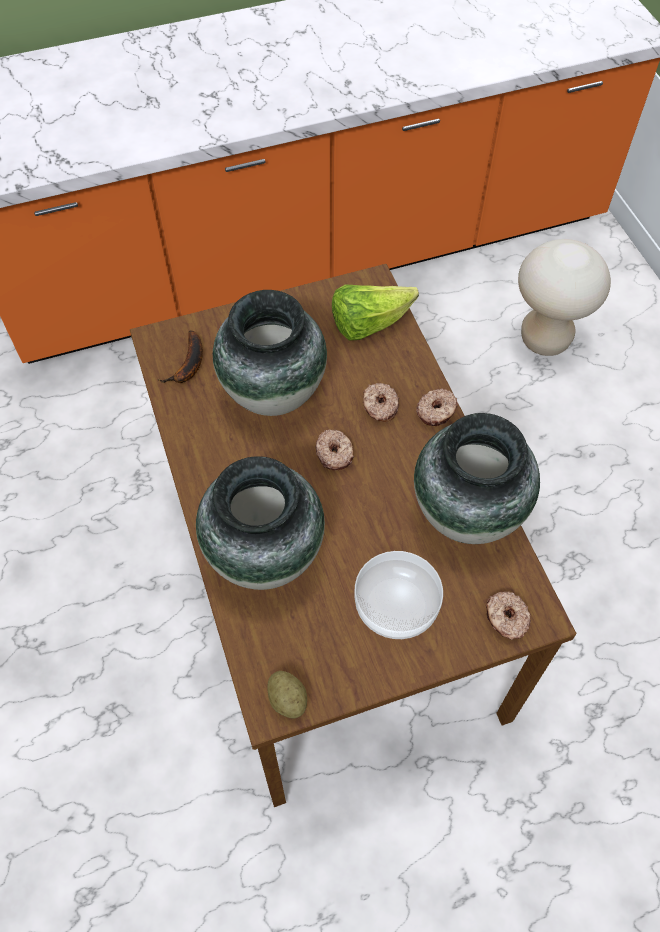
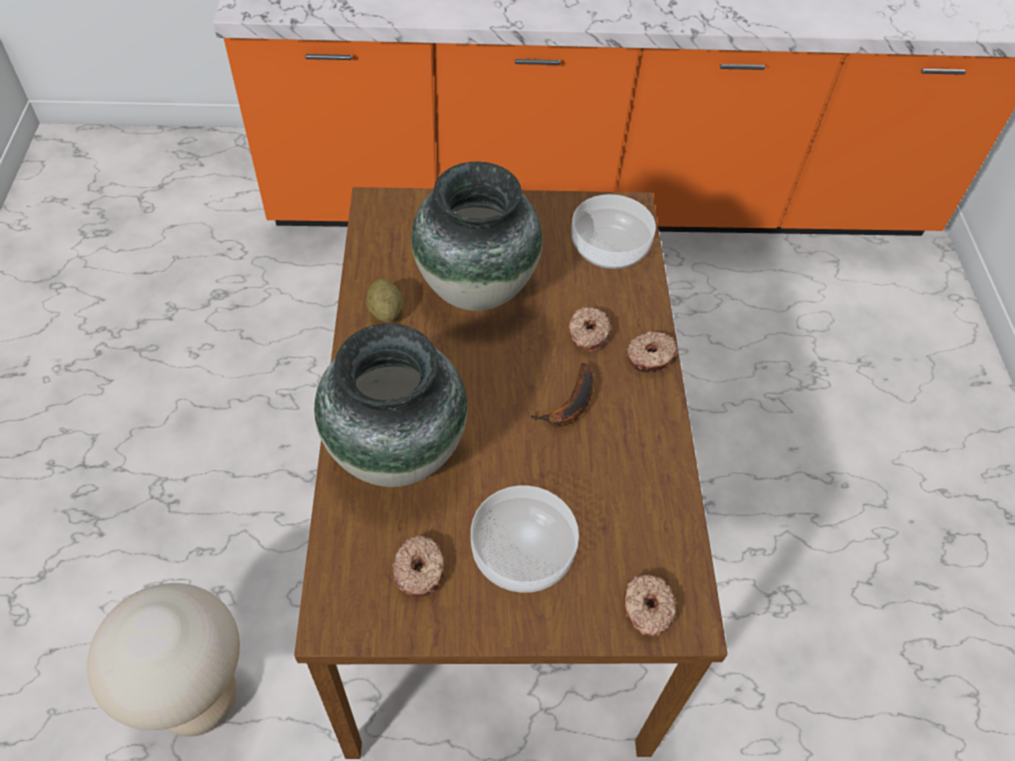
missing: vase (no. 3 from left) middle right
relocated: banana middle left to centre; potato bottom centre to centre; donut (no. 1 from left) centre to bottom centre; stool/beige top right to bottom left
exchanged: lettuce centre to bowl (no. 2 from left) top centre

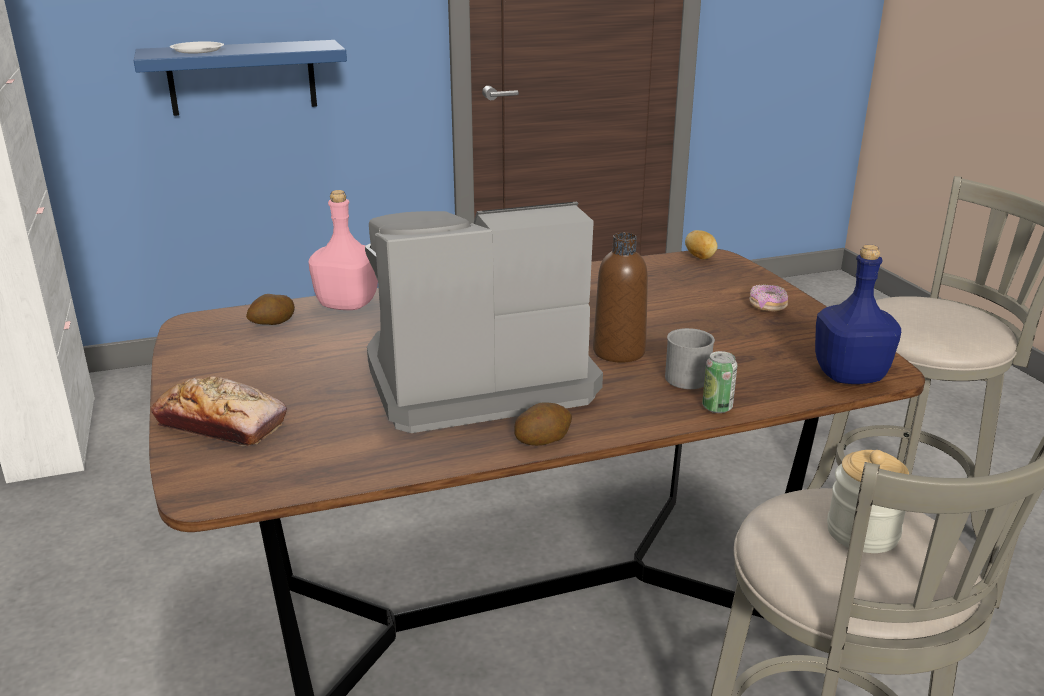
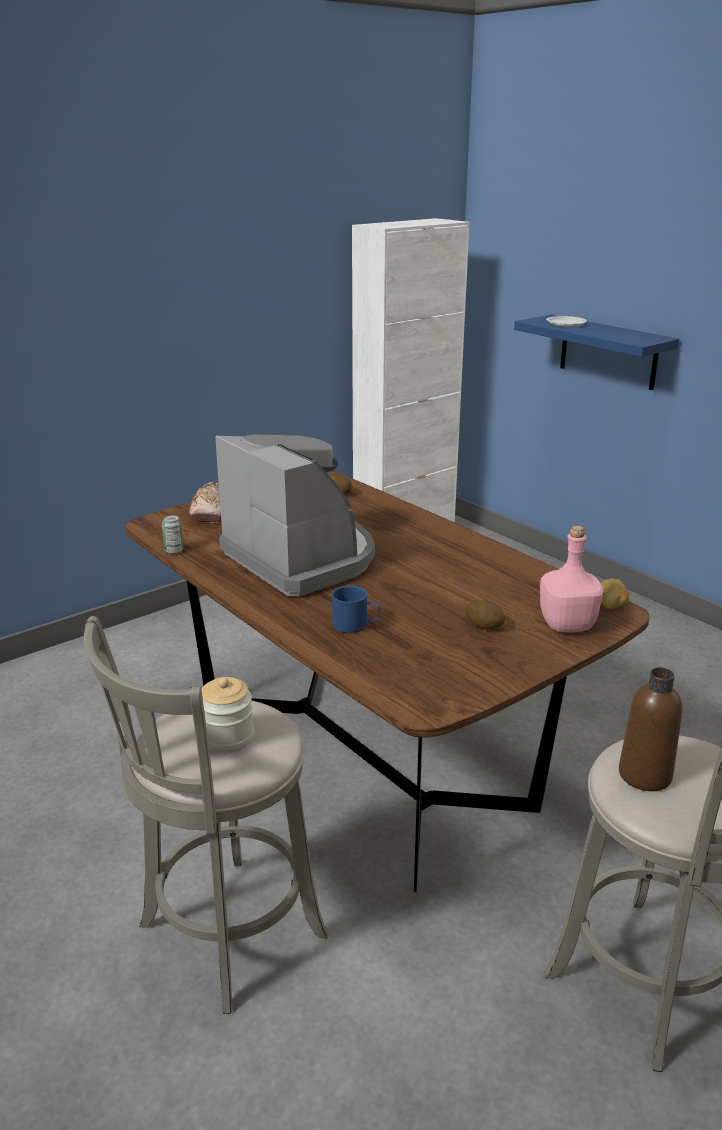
missing: donut middle right; bottle/blue middle right
relocated: bottle/pink middle left to middle right; potato (no. 2 from left) centre to middle right; bottle/brown centre to middle right; can middle right to middle left
colour: mug/grey centre to mug/blue centre

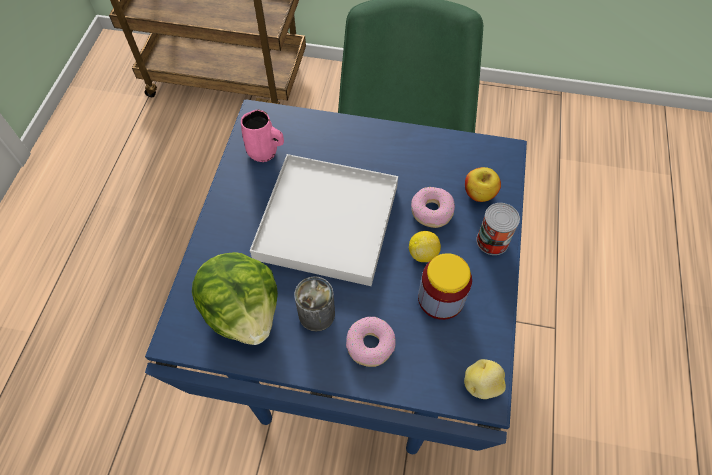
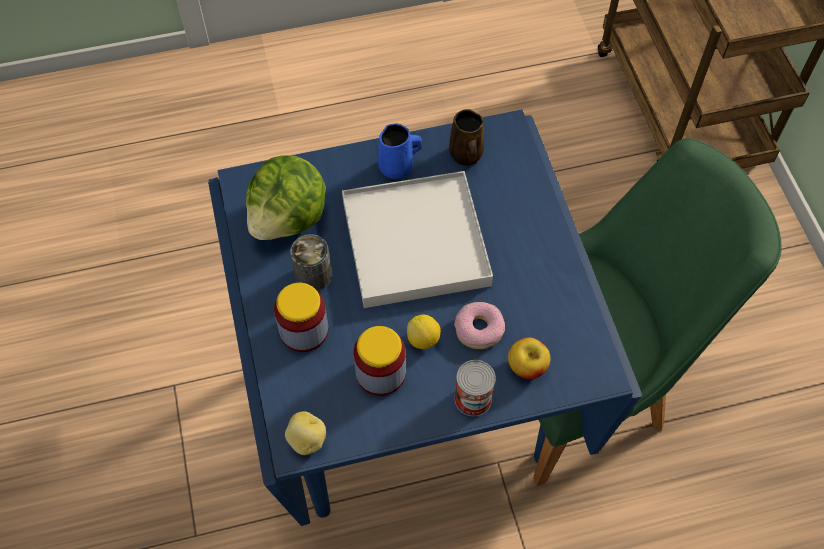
appeared: mug/blue top centre
exchanged: donut (no. 1 from left) bottom centre to jar (no. 1 from left) centre
colour: mug/pink top centre to mug/brown top centre

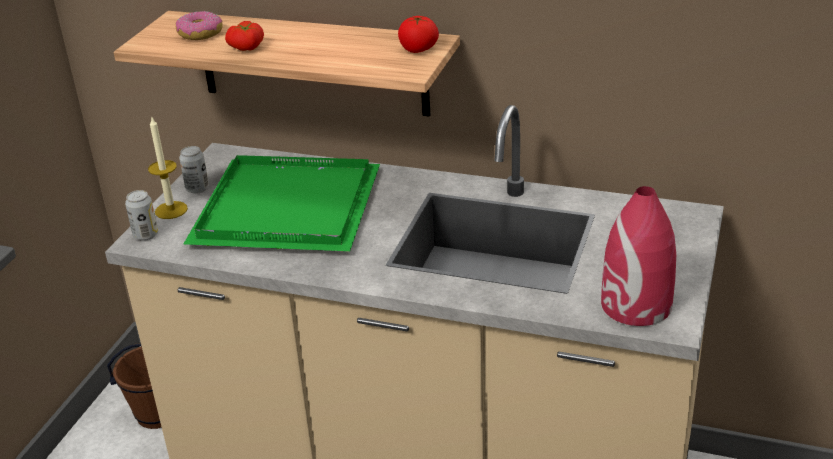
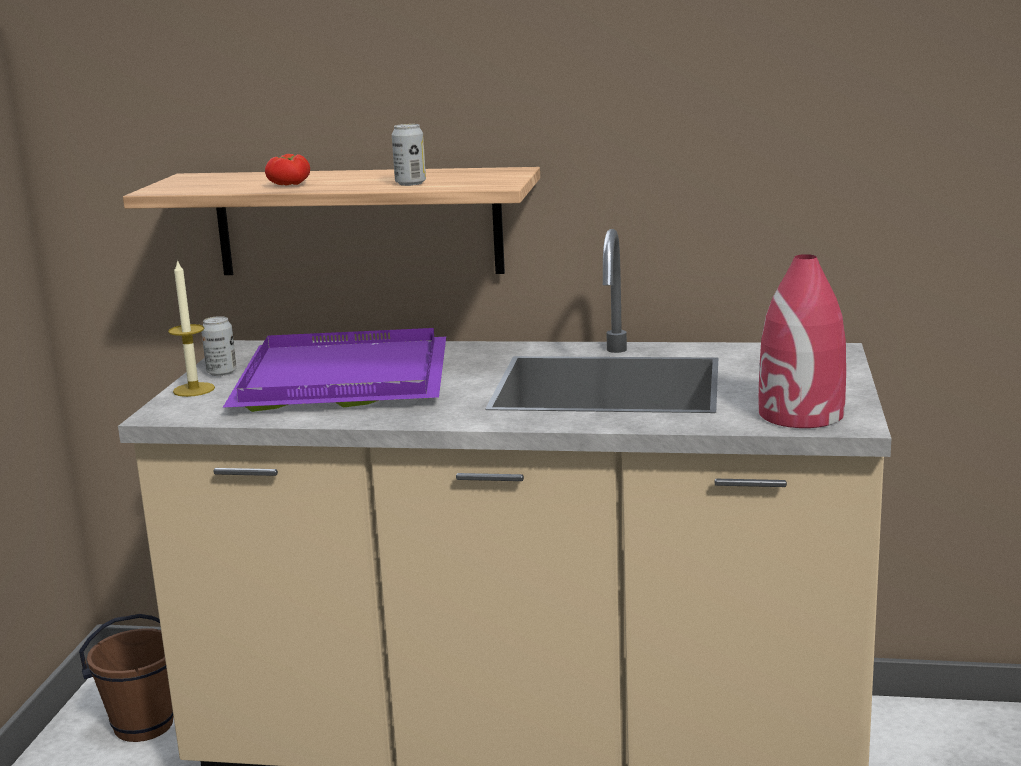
missing: donut top left; tomato (no. 2 from left) top centre
relocated: can (no. 1 from left in the first image) middle left to can (no. 2 from left) top centre
colour: tray/green centre to tray/purple middle left

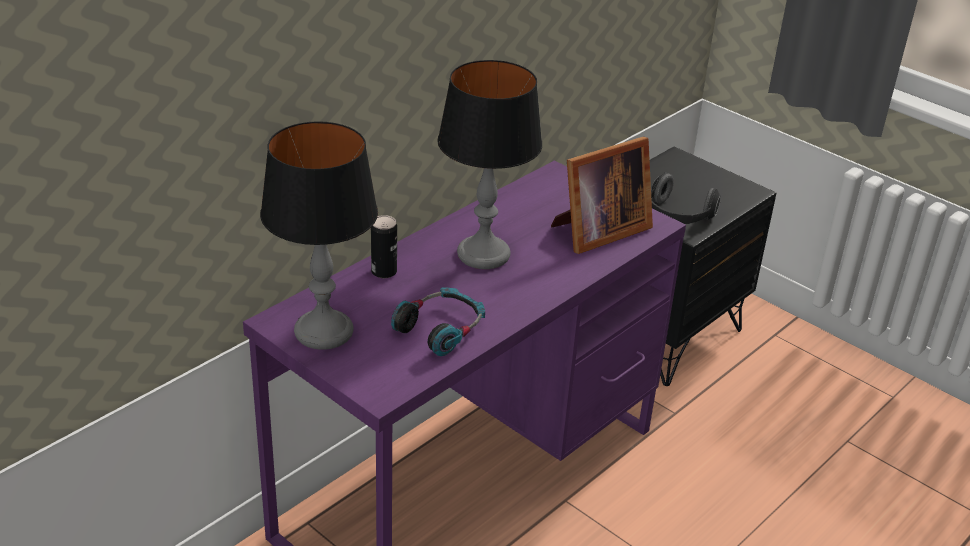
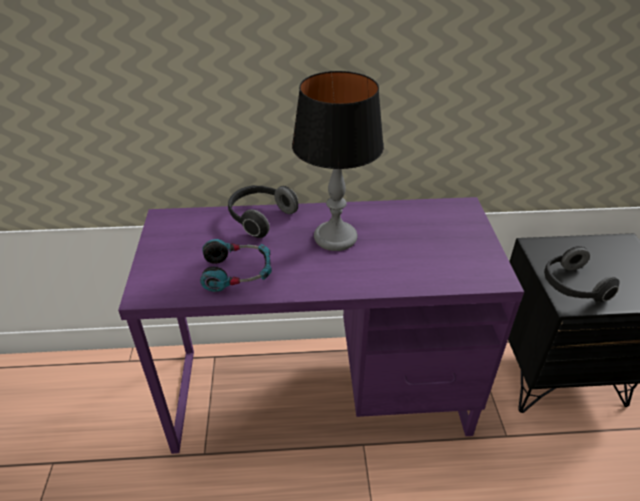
missing: table lamp (no. 1 from left) middle left; picture frame centre
exchanged: can centre to headphones (no. 2 from left) centre

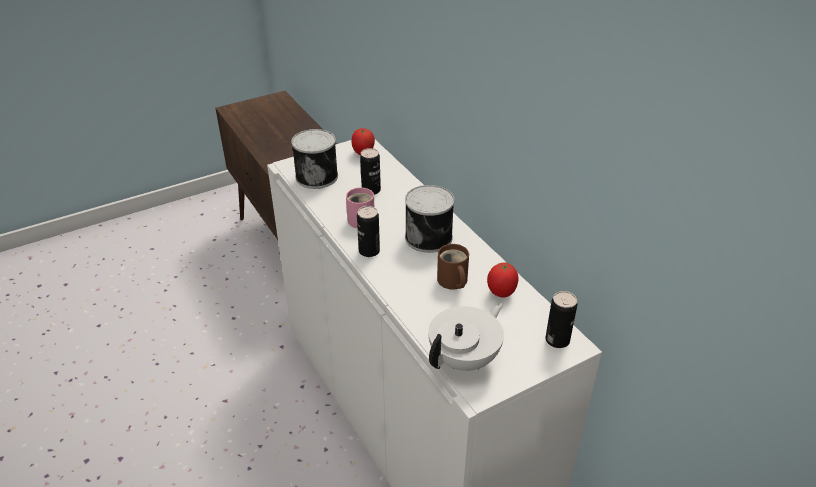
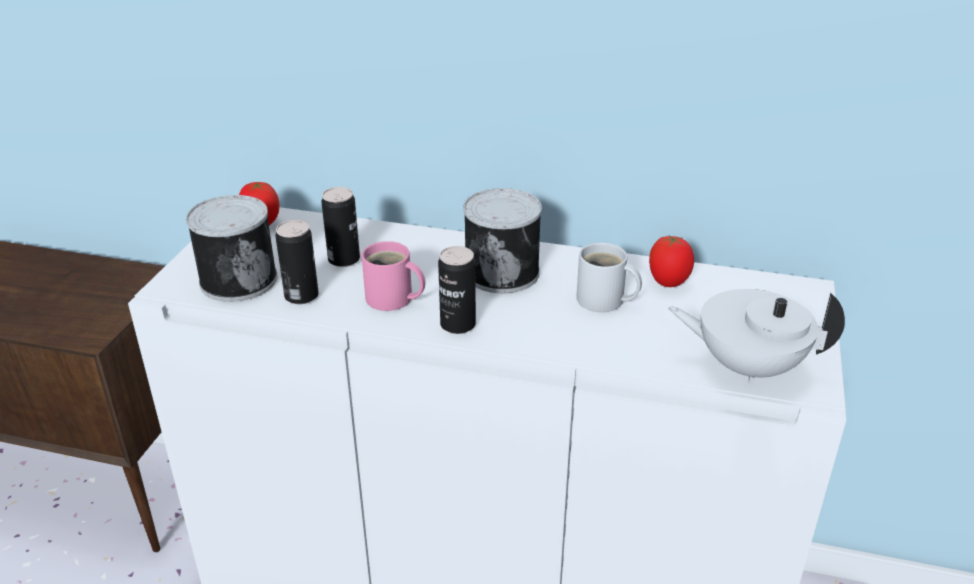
relocated: can (no. 5 from left in the first image) middle right to can (no. 2 from left) middle left
colour: mug/brown centre to mug/white centre
spun: teapot/white bottom centre = middle right 75 degrees counterclockwise

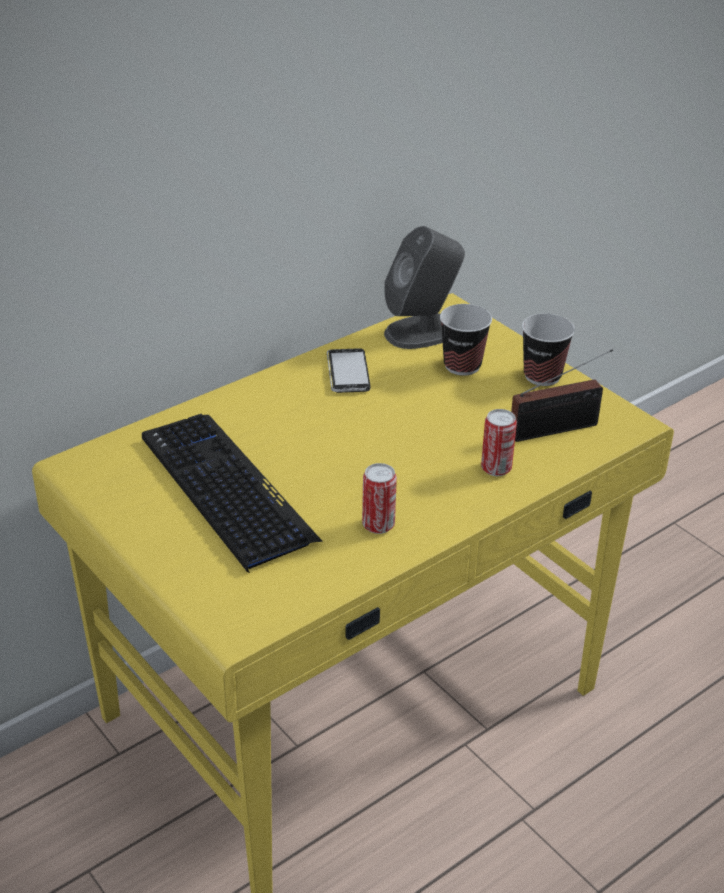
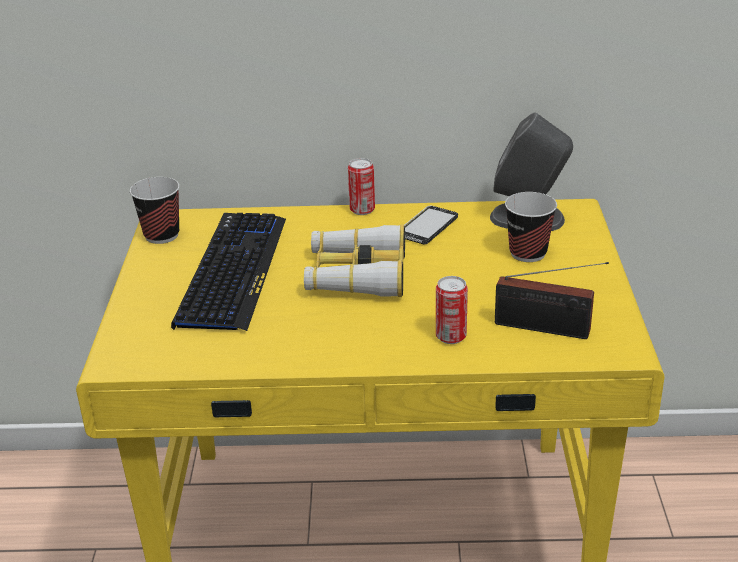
appeared: binoculars centre
relocated: can (no. 1 from left) centre to top centre; cup (no. 2 from left in the first image) middle right to cup (no. 1 from left) middle left

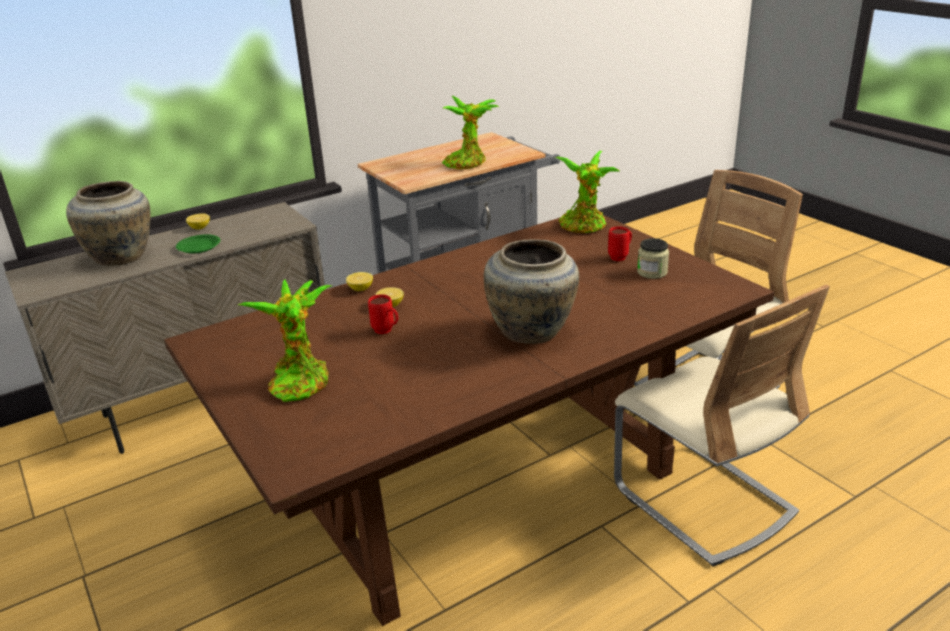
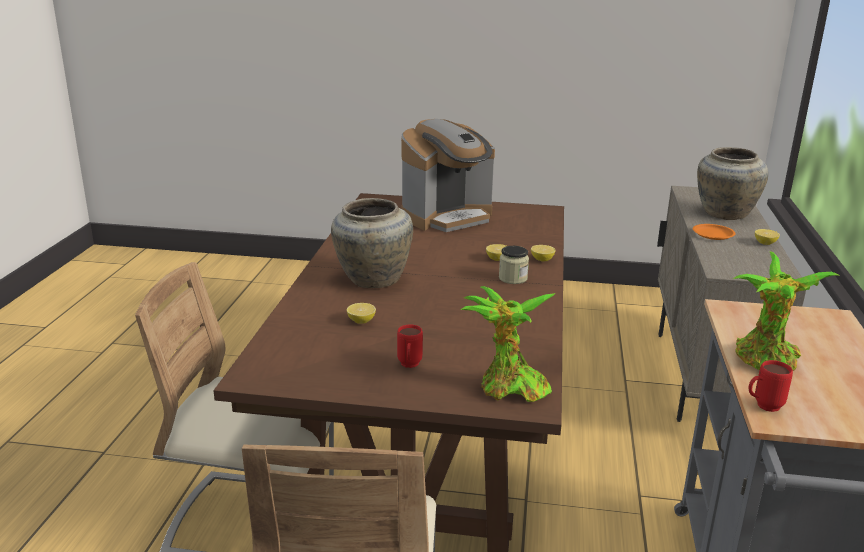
appeared: lemon (no. 1 from left) centre
relocated: mug/red (no. 1 from left in the first image) centre to mug/red (no. 2 from left) bottom right; jar middle right to centre
exchanged: potted plant (no. 1 from left) middle left to coffee machine top centre
colour: plate/green middle left to plate/orange middle right

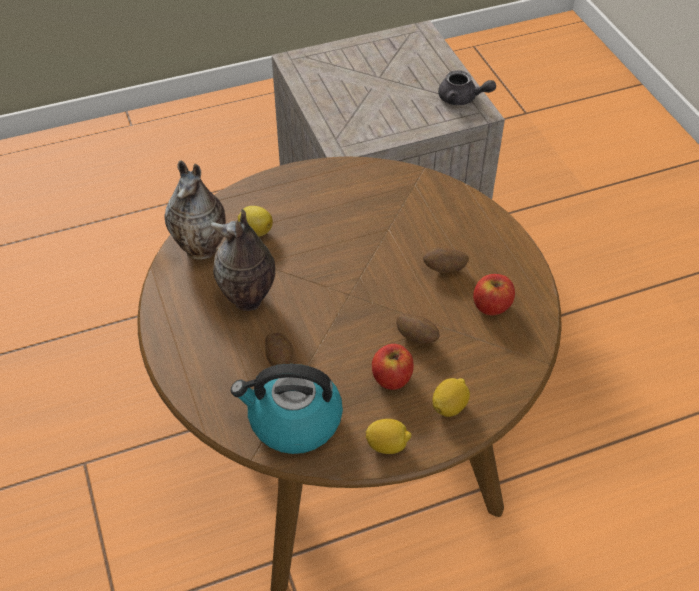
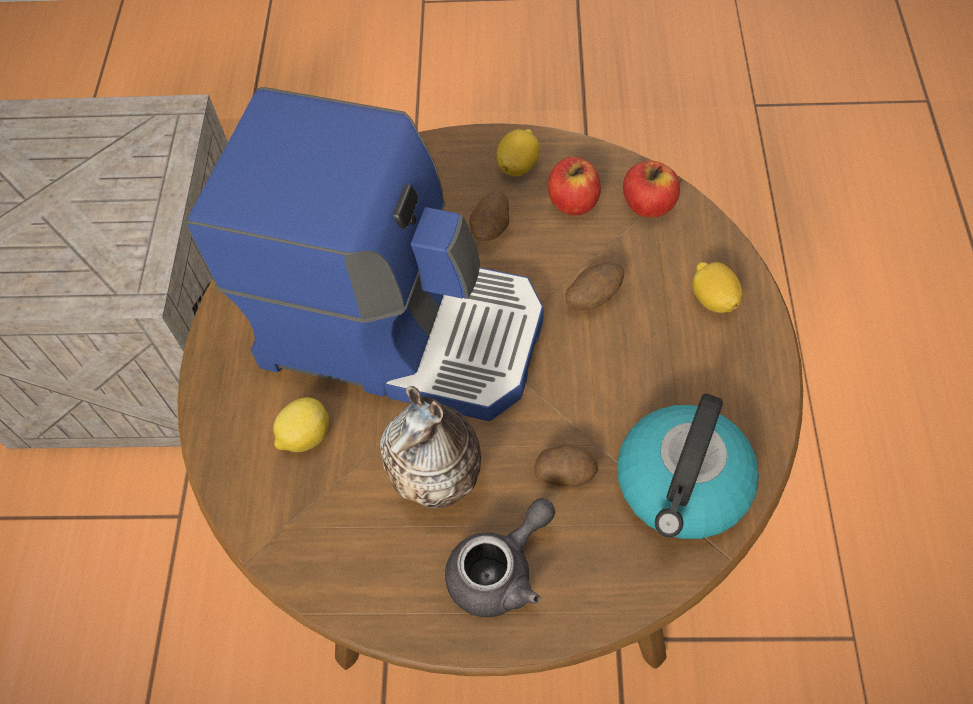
missing: vase (no. 1 from left) middle left
appeared: coffee machine centre
relocated: lemon (no. 2 from left) bottom centre to top centre; apple (no. 1 from left in the first image) centre to apple (no. 2 from left) top right; teapot/grey top right to bottom centre

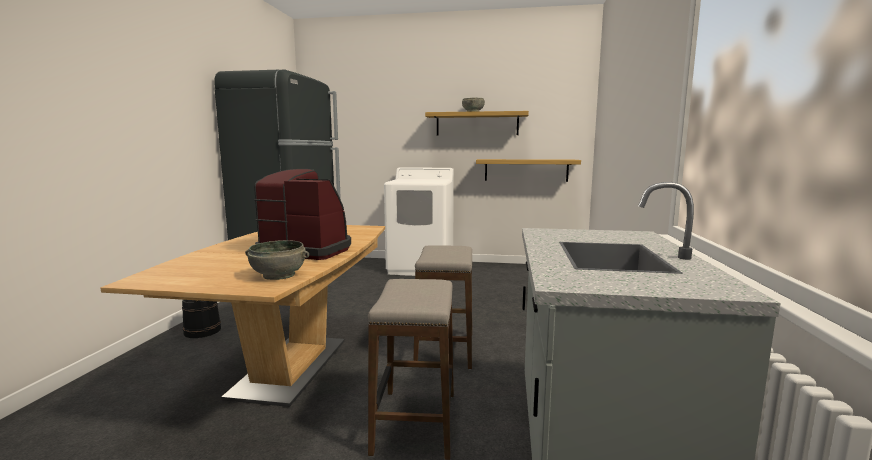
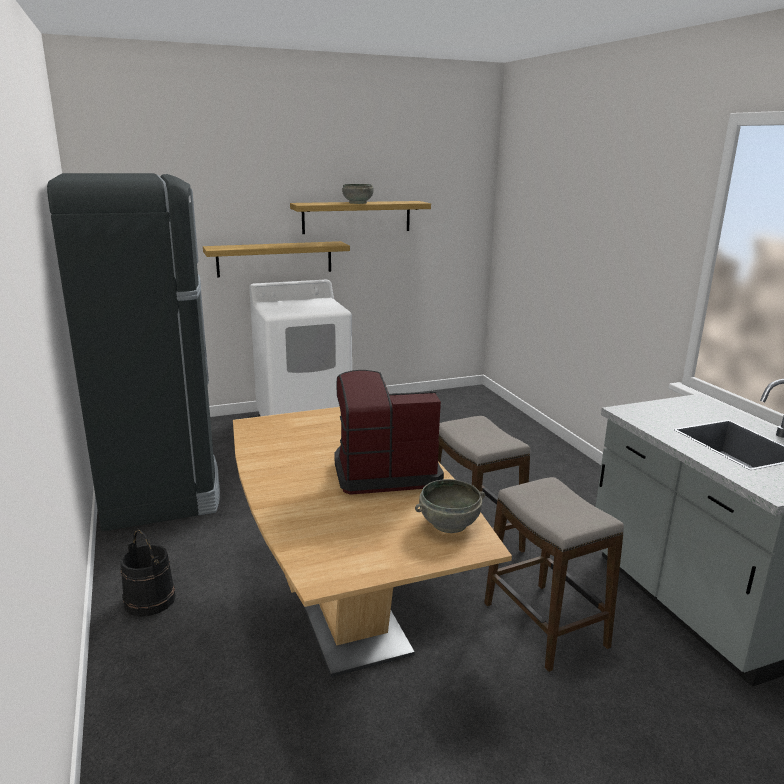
relocated: shelf (no. 2 from left in the first image) centre to shelf (no. 1 from left) top centre

